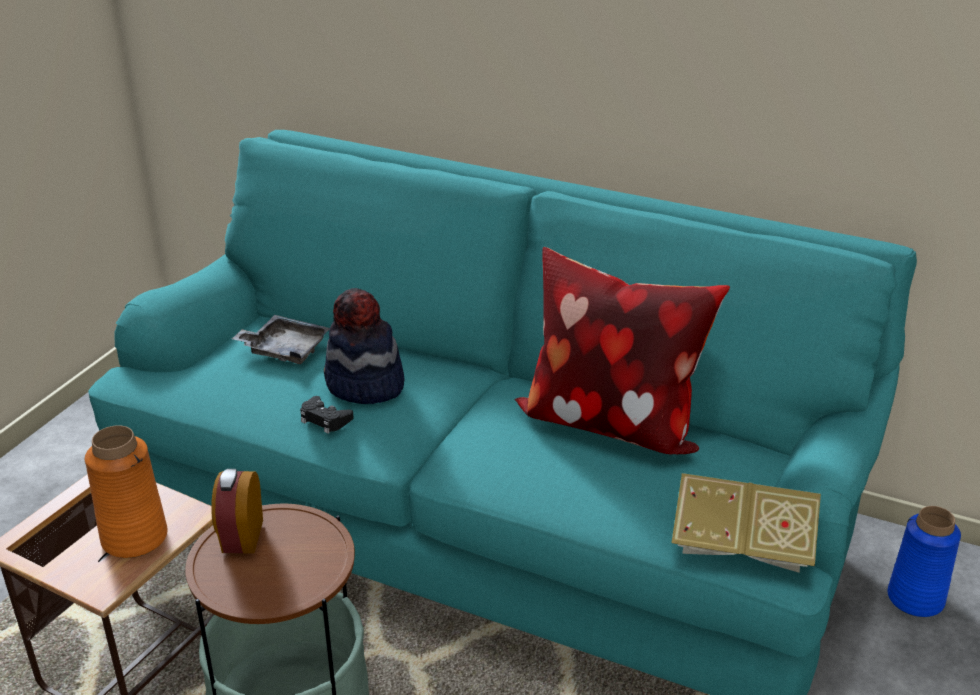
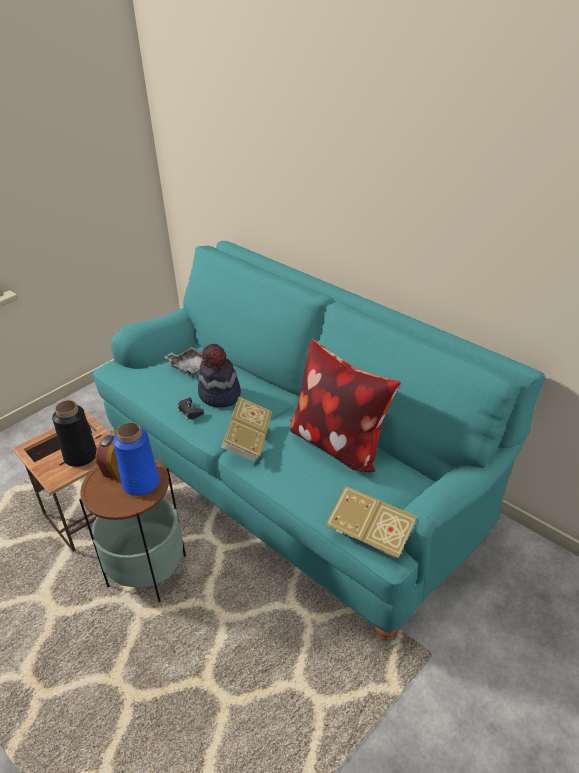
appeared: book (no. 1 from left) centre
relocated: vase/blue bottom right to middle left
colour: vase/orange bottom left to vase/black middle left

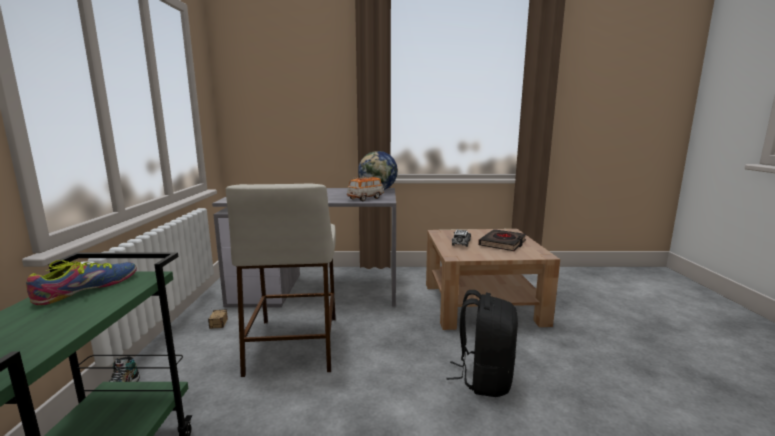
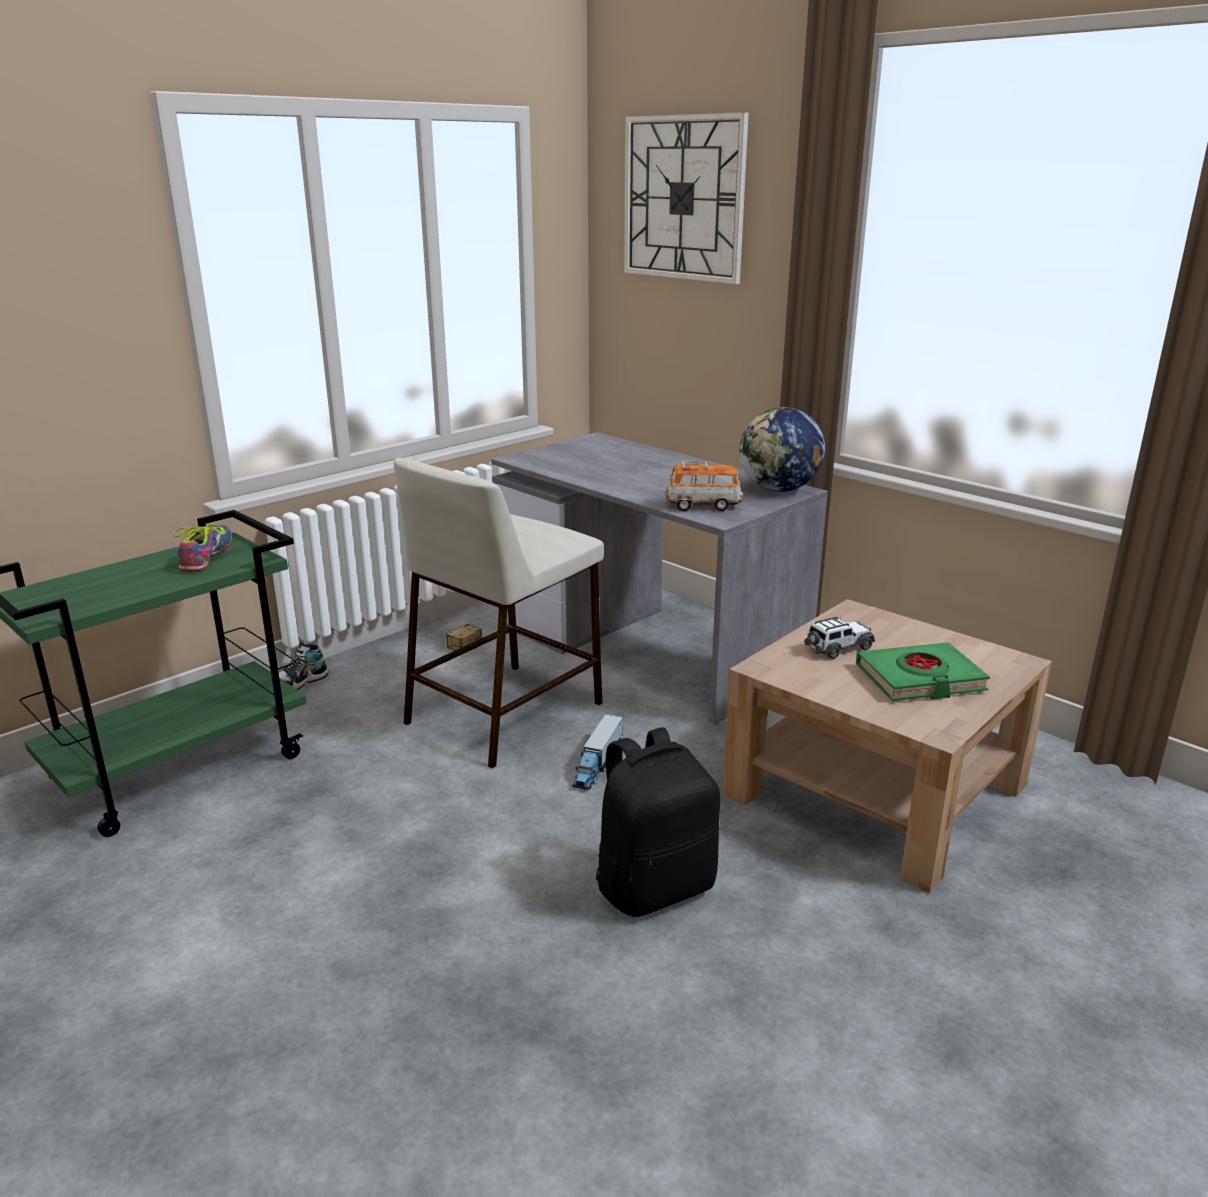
appeared: toy truck centre; wall clock top centre
colour: book/black centre to book/green middle right
spun: shoe (no. 1 from left) middle left = middle left 75 degrees counterclockwise

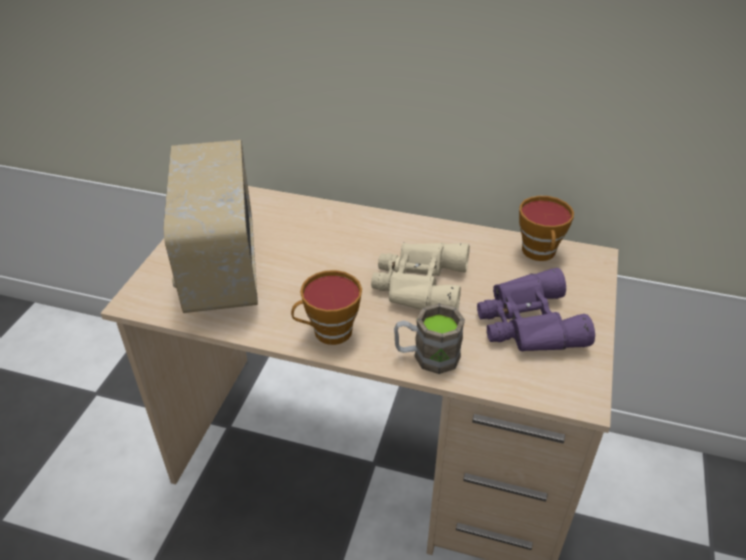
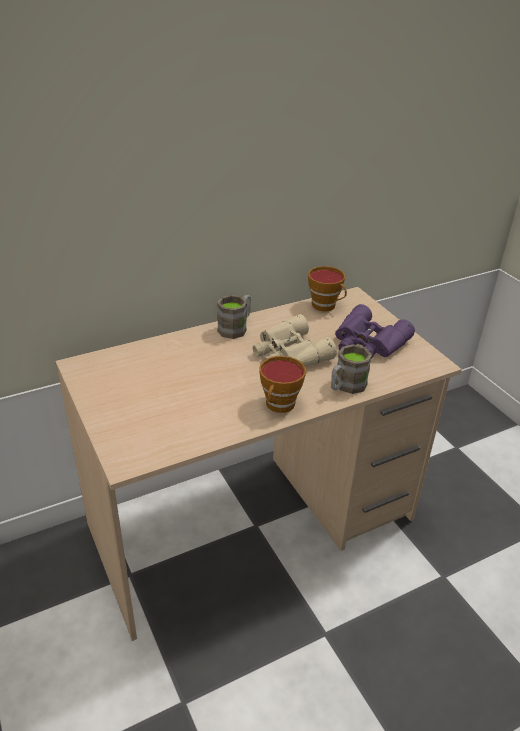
missing: radio middle left
appeared: mug/brown (no. 1 from left) centre

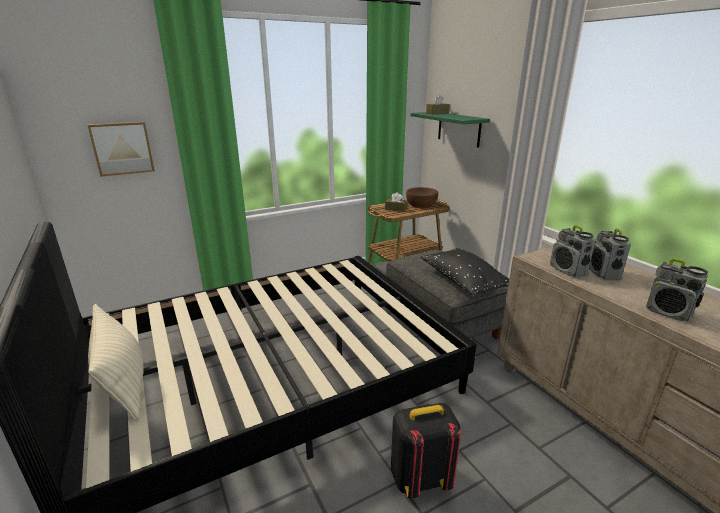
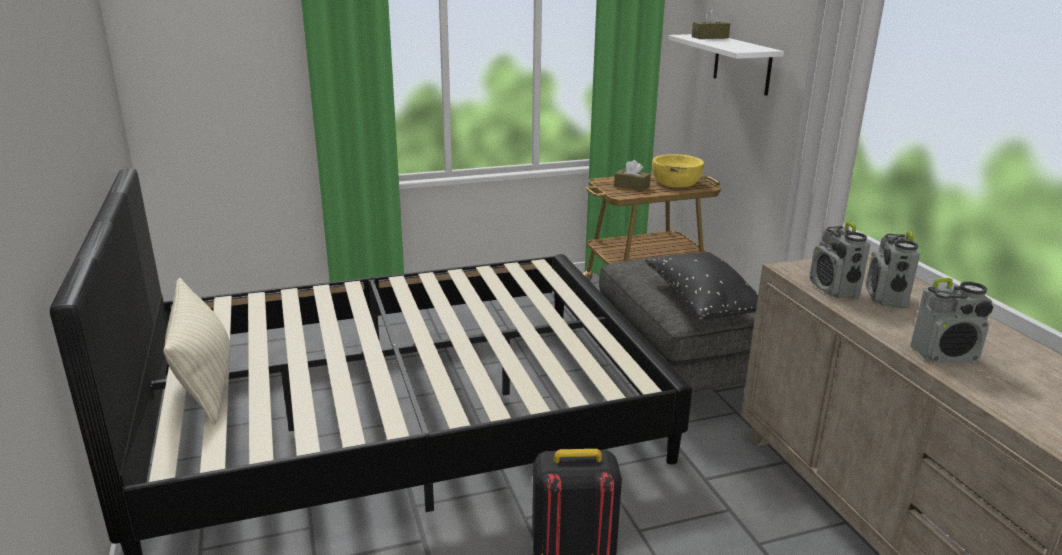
missing: picture top left
colour: bowl/brown centre to bowl/yellow top centre; shelf/green top centre to shelf/white top right
spun: radio (no. 3 from left) middle right = middle right 60 degrees counterclockwise

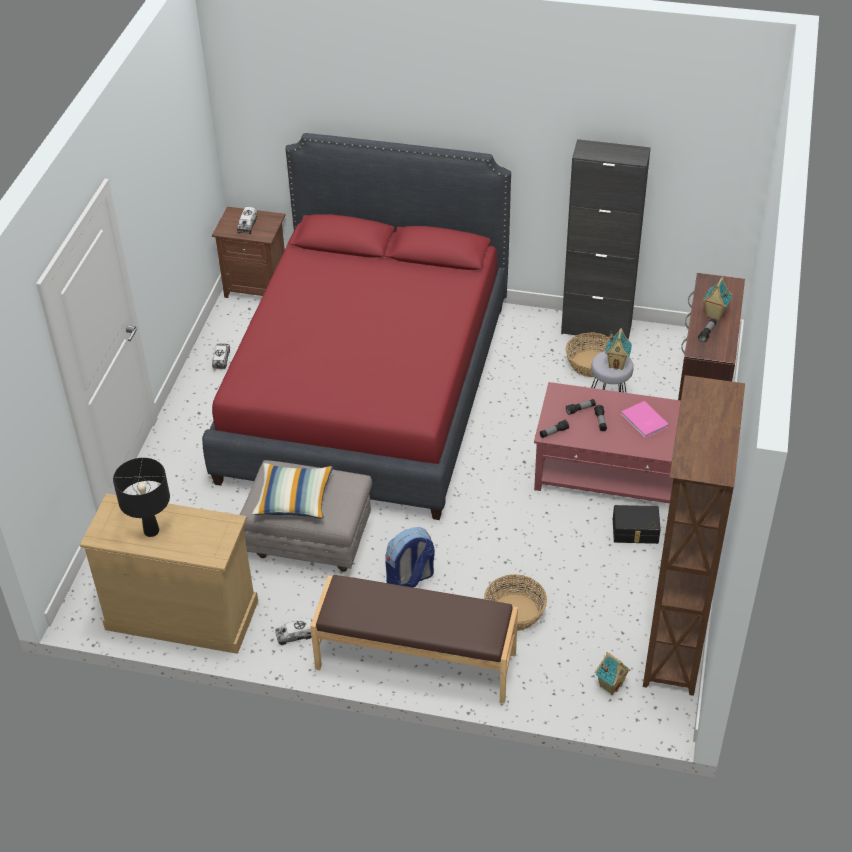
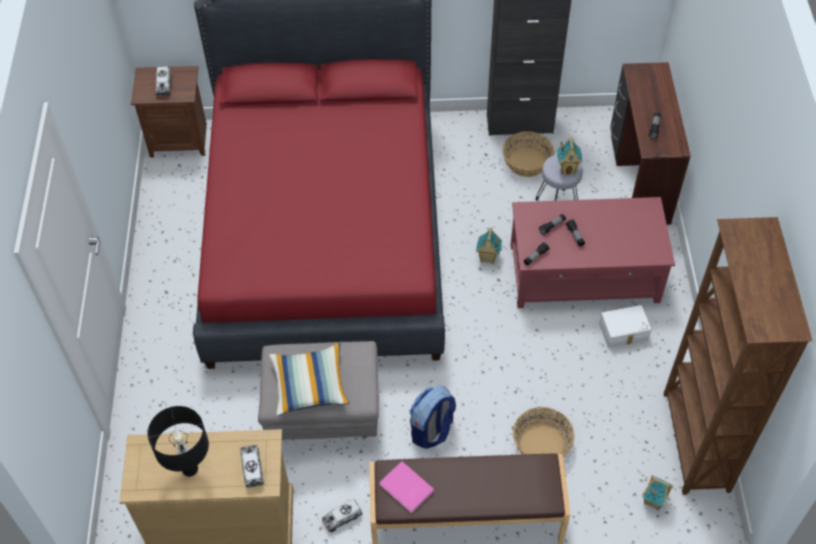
relocated: toy truck (no. 1 from left in the first image) middle left to toy truck (no. 2 from left) bottom left; book/pink middle right to bottom centre; toy house (no. 3 from left in the first image) middle right to toy house (no. 1 from left) centre
colour: storage box/black middle right to storage box/white middle right

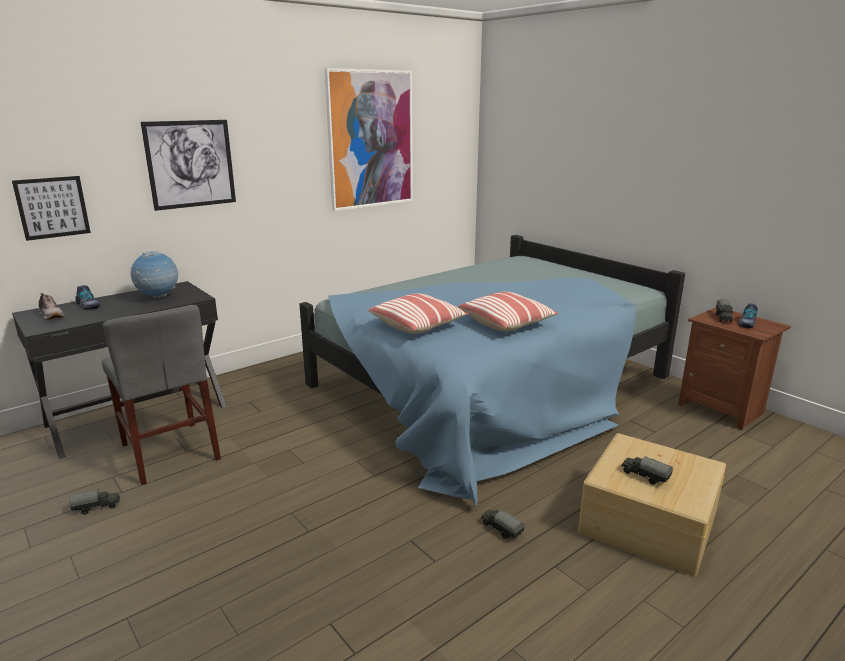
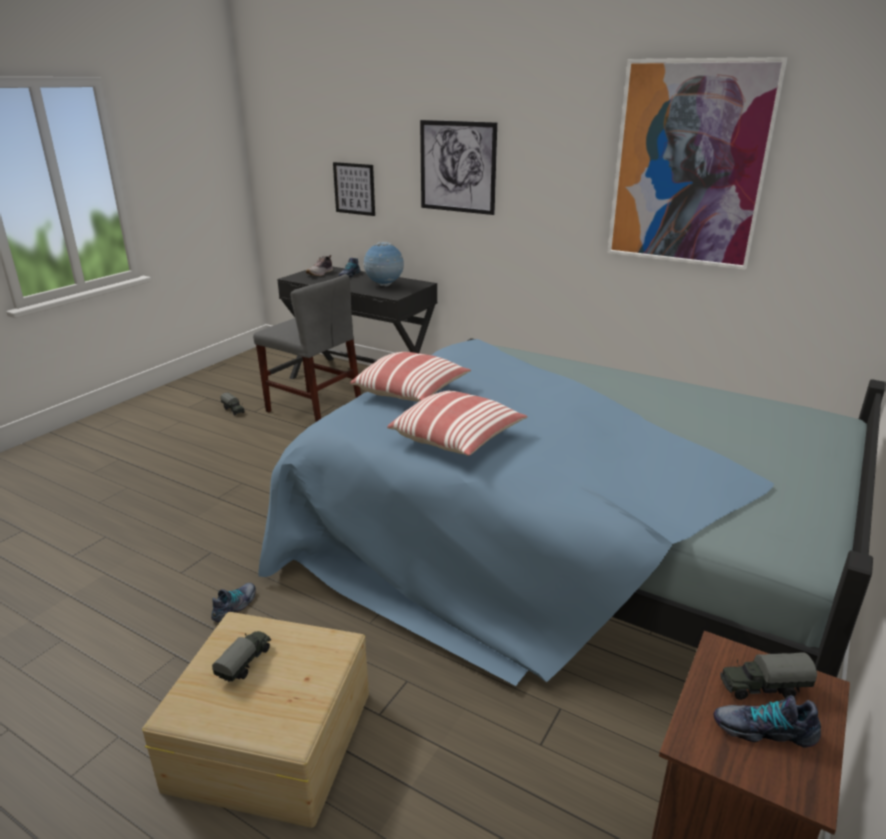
exchanged: toy truck (no. 2 from left) bottom centre to shoe (no. 1 from left) bottom left
spun: chair/grey middle left = centre 90 degrees counterclockwise

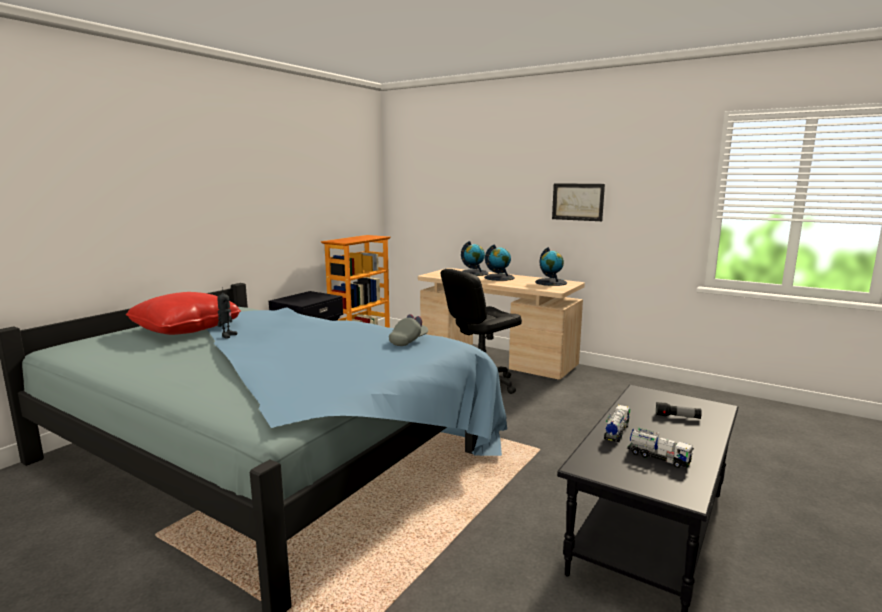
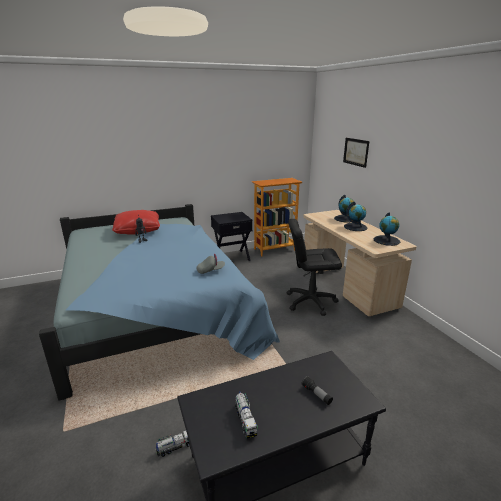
relocated: picture top centre to top right; toy truck (no. 1 from left) bottom right to bottom centre

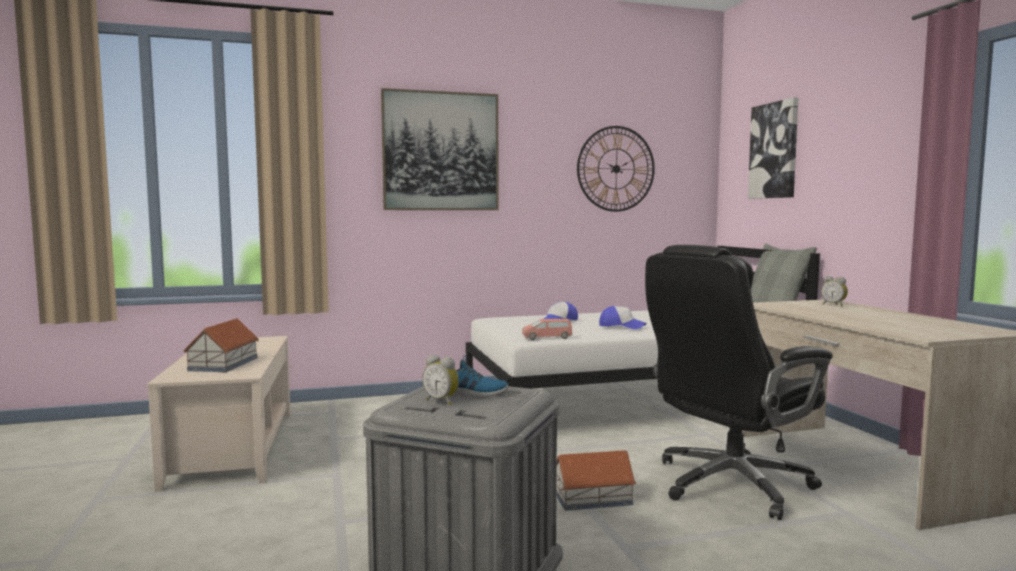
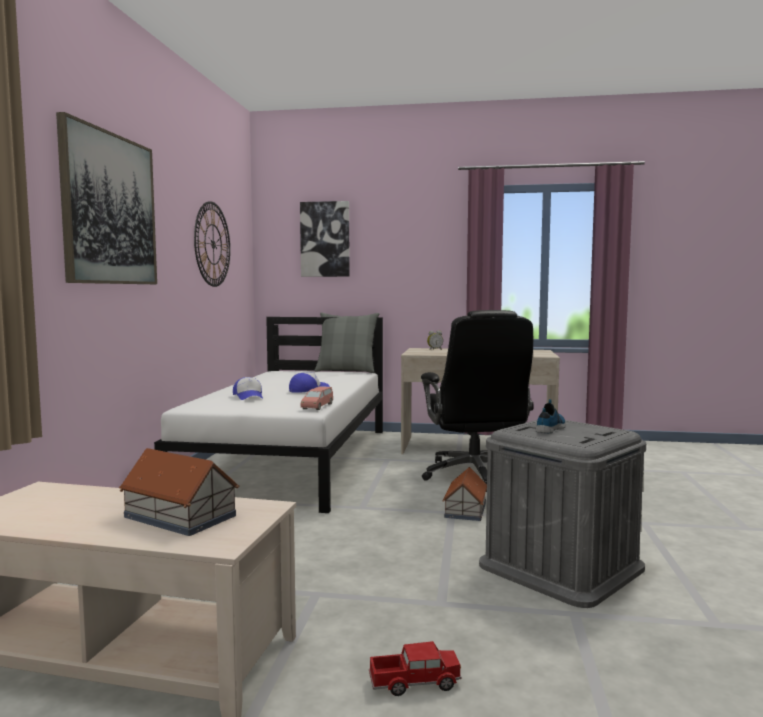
missing: alarm clock (no. 1 from left) centre
appeared: toy truck bottom centre

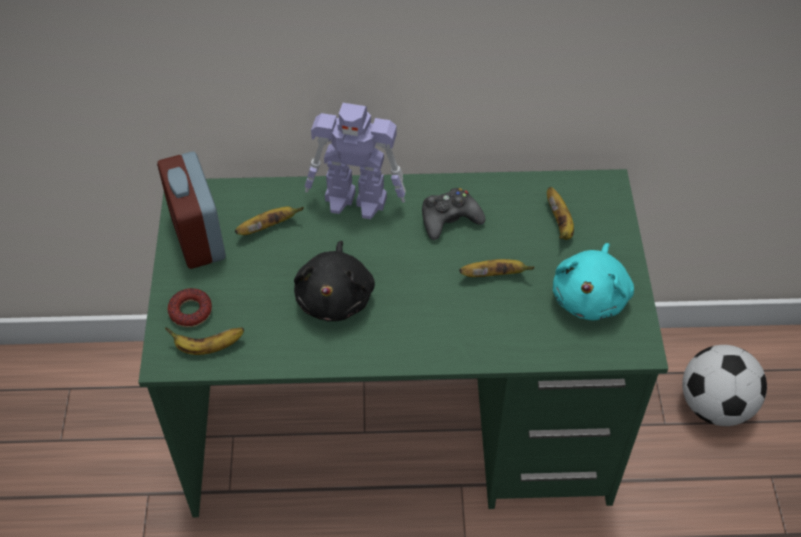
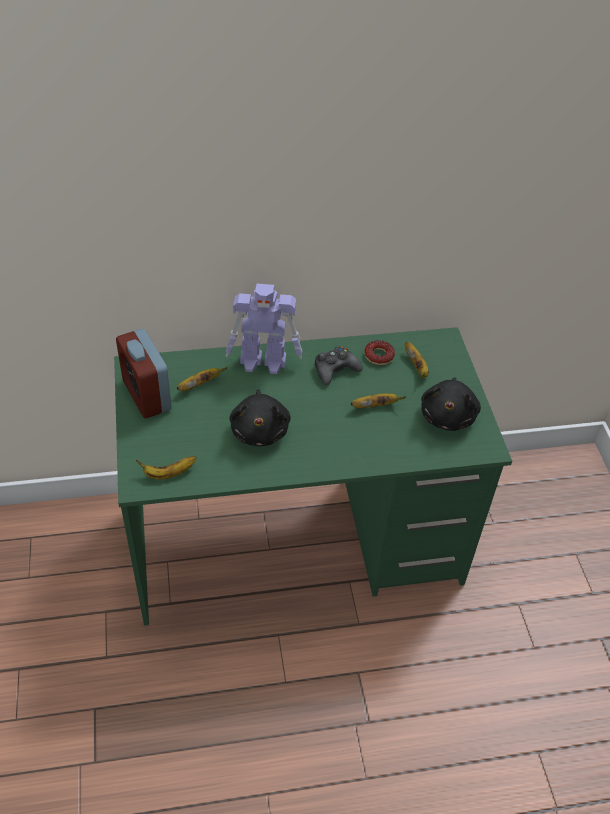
missing: football bottom right
relocated: donut middle left to centre
colour: plush toy/turquoise middle right to plush toy/black (no. 2 from left) middle right

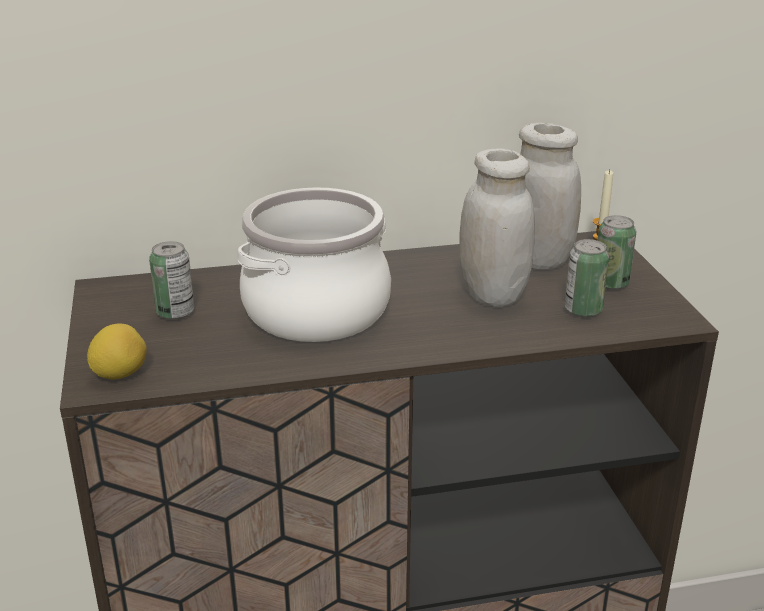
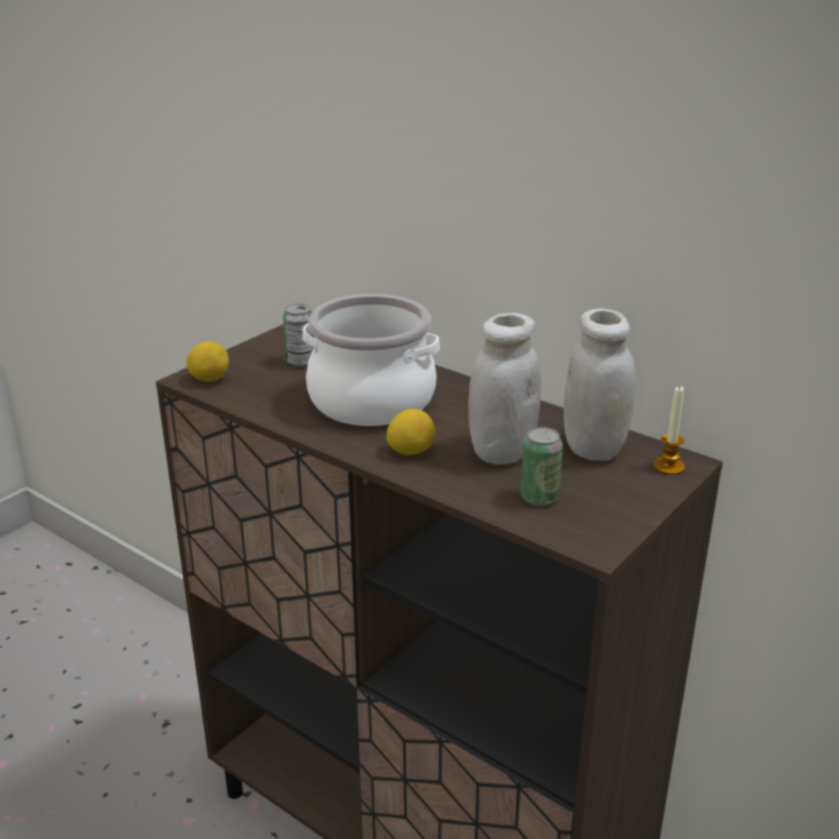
missing: can (no. 3 from left) middle right
appeared: lemon (no. 2 from left) centre

